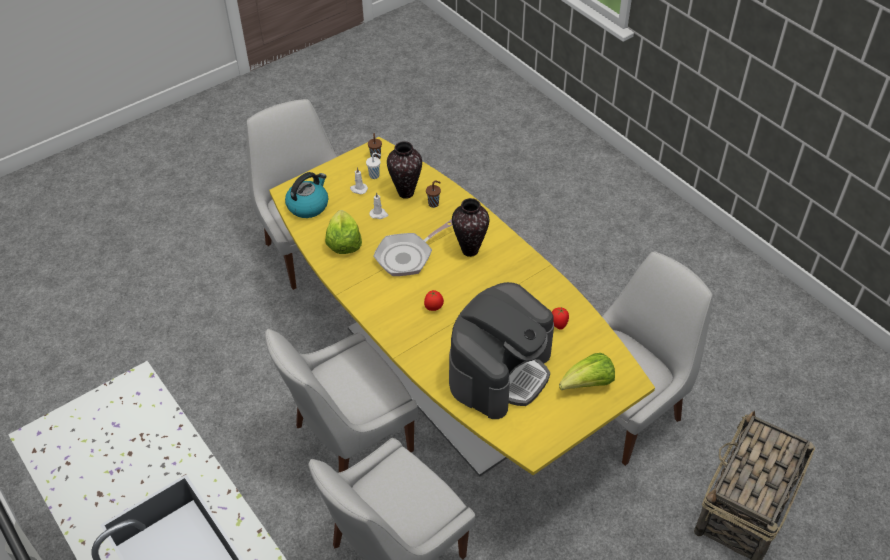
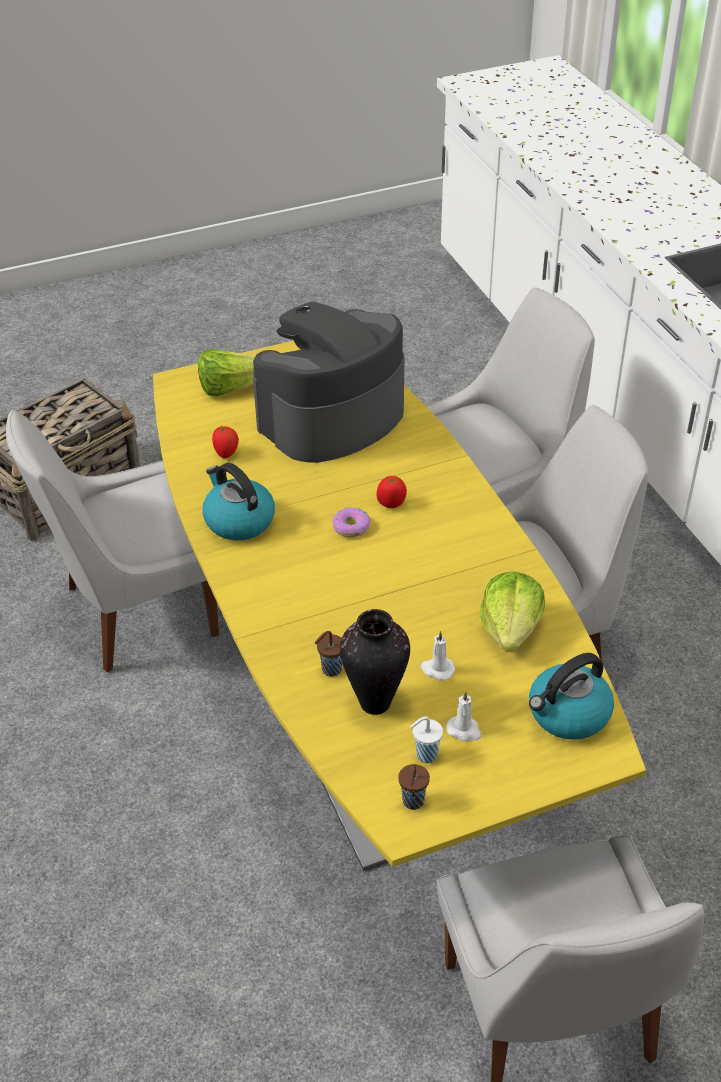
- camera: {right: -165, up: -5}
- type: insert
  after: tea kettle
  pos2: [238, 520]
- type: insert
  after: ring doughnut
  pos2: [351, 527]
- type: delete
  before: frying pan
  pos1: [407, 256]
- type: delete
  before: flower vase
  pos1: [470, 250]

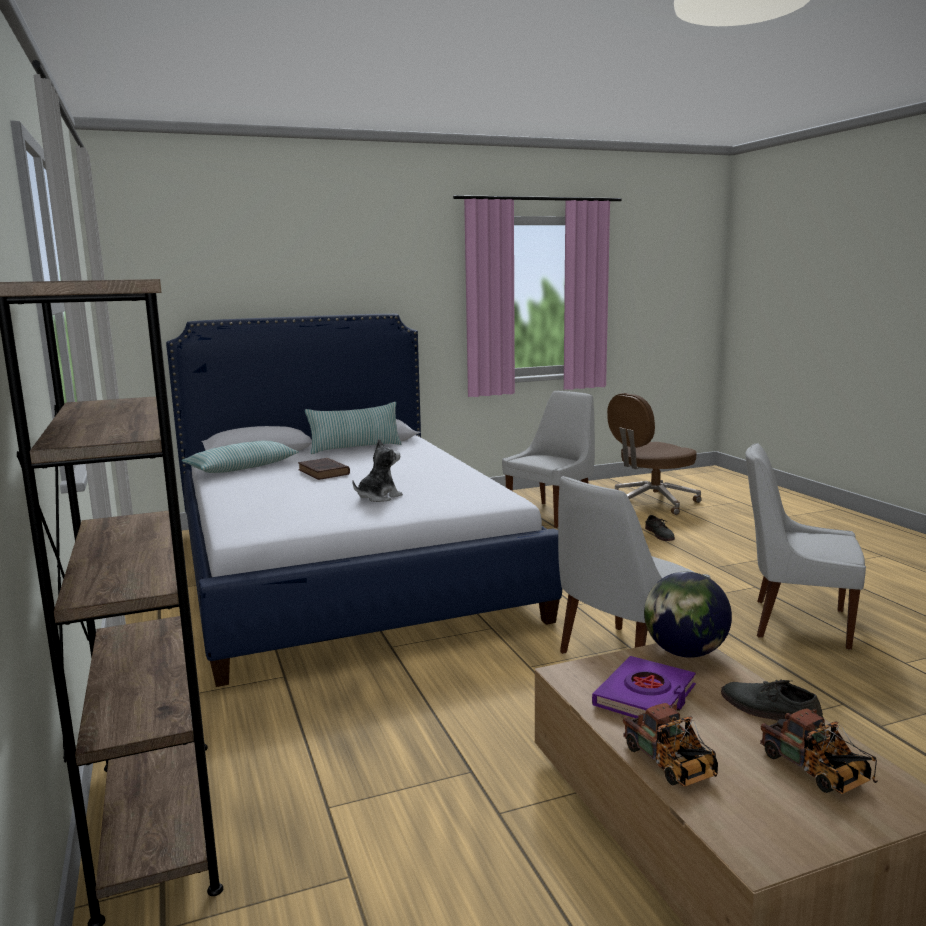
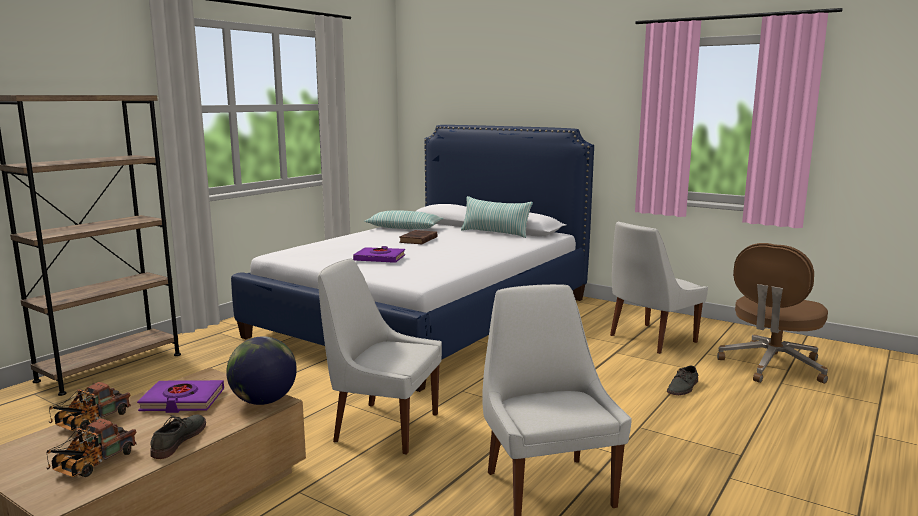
- camera: {right: 55, up: 0}
- type: replace
  before: soft toy
  after: purple bound book
  pos1: [378, 497]
  pos2: [380, 259]
- type: rotate
  before: white upright chair
  pos1: [552, 514]
  pos2: [650, 339]
  turn: 135
- type: rotate
  before: brown computer chair
  pos1: [652, 502]
  pos2: [772, 366]
  turn: -75

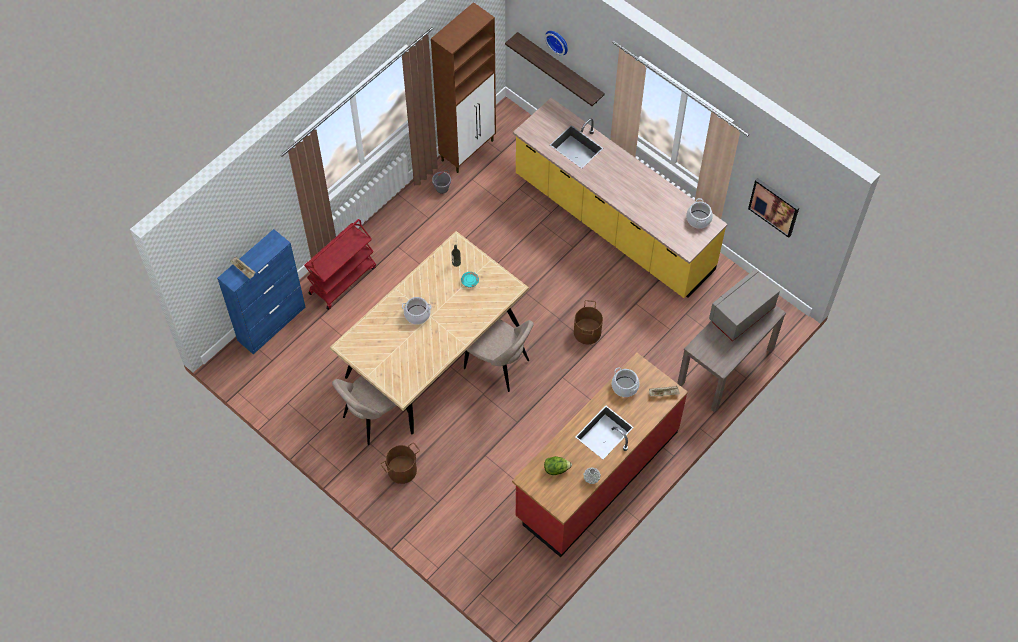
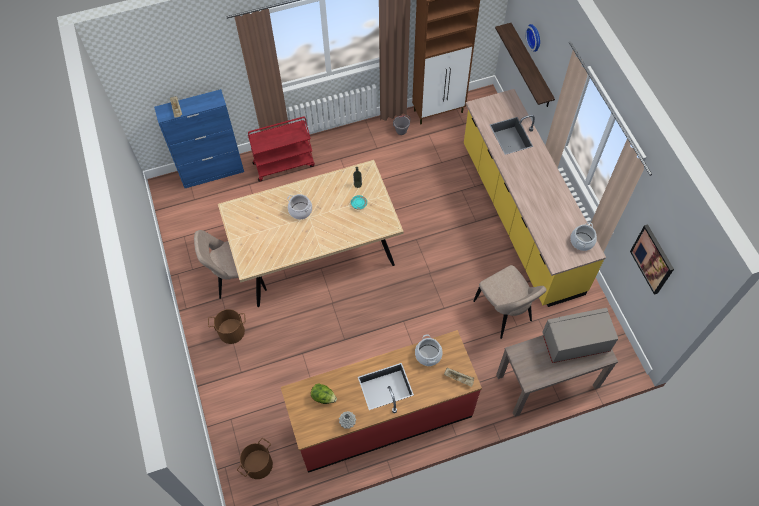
- camera: {right: 30, up: 0}
- type: move
  before: brown pail
  pos1: [587, 332]
  pos2: [258, 464]
- type: move
  before: beige upright chair
  pos1: [499, 366]
  pos2: [504, 313]

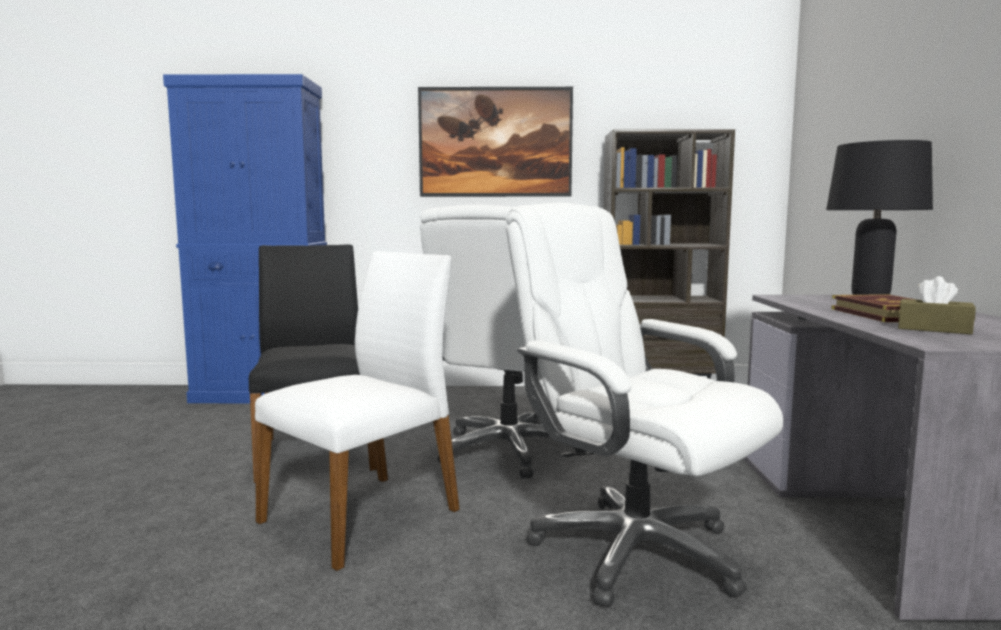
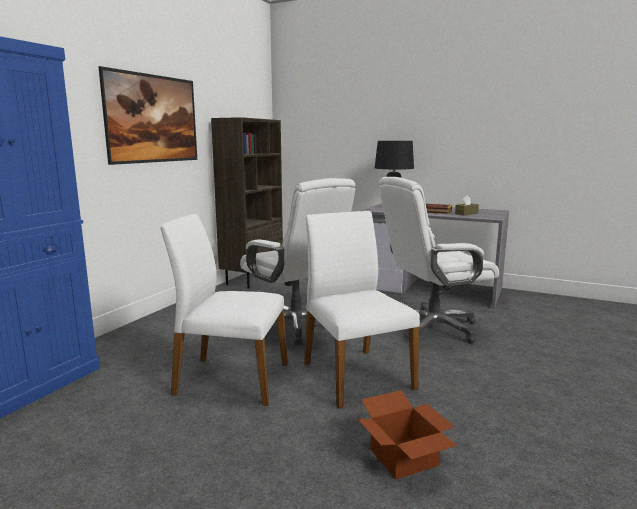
- camera: {right: -65, up: 5}
- type: recolor
  before: blackish upright chair
  after: white upright chair
  pos1: [315, 452]
  pos2: [230, 379]
- type: insert
  after: packing box
  pos2: [403, 459]

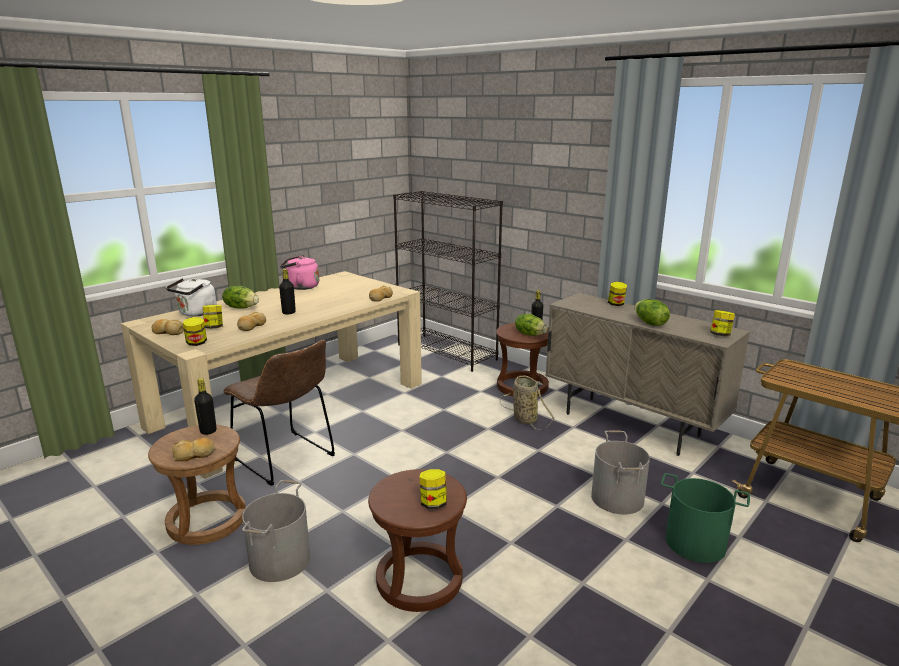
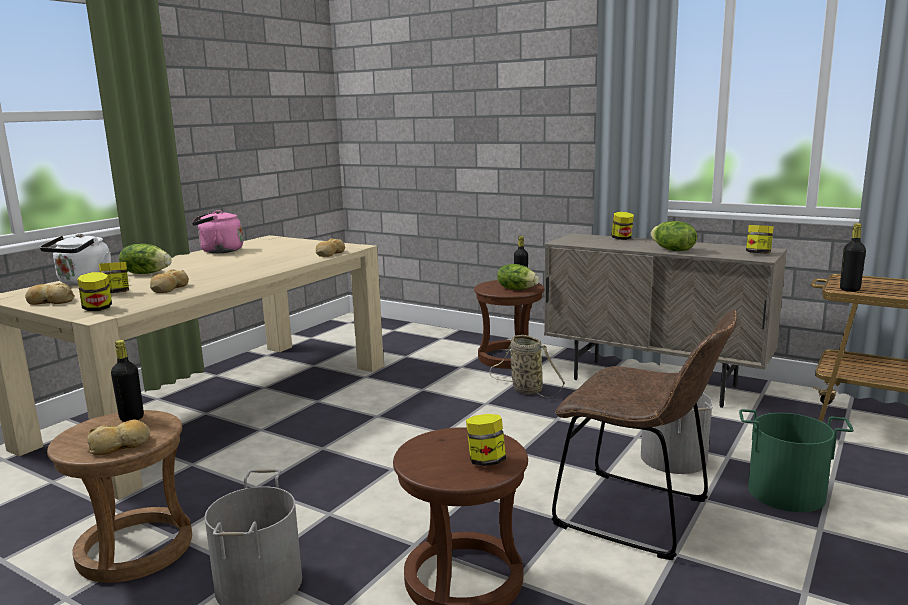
- camera: {right: -10, up: -5}
- type: move
  before: brown upright chair
  pos1: [286, 459]
  pos2: [640, 516]
- type: move
  before: blackish bottle
  pos1: [289, 312]
  pos2: [849, 289]
- type: delete
  before: blackish bookshelf
  pos1: [447, 352]

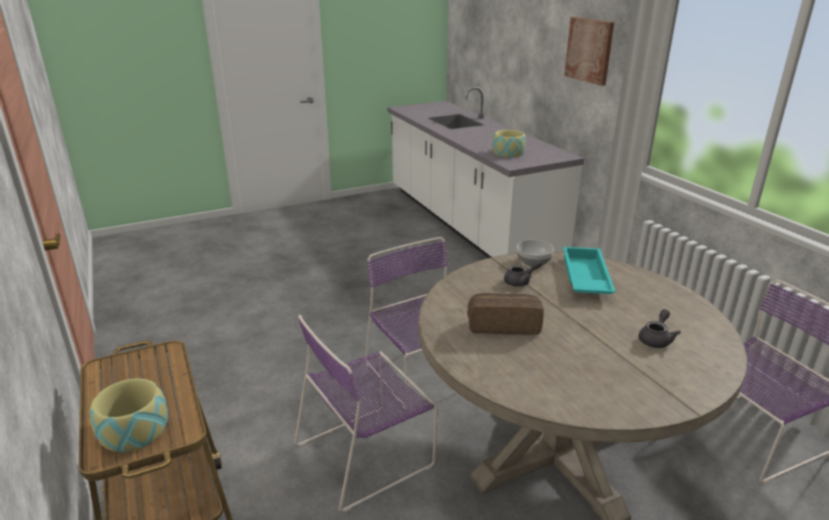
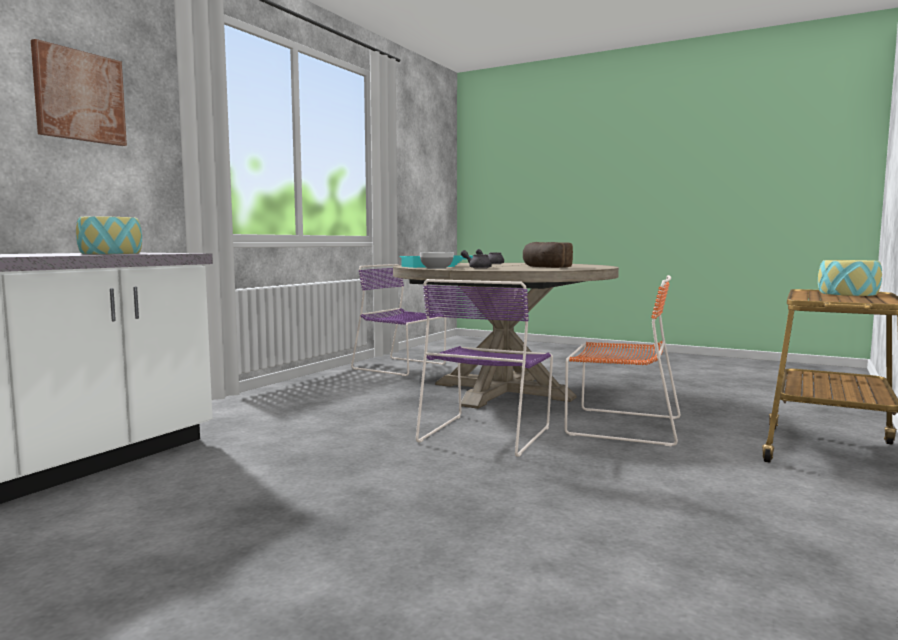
- camera: {right: -125, up: -20}
- type: recolor
  before: purple upright chair
  after: orangey upright chair
  pos1: [368, 453]
  pos2: [619, 425]

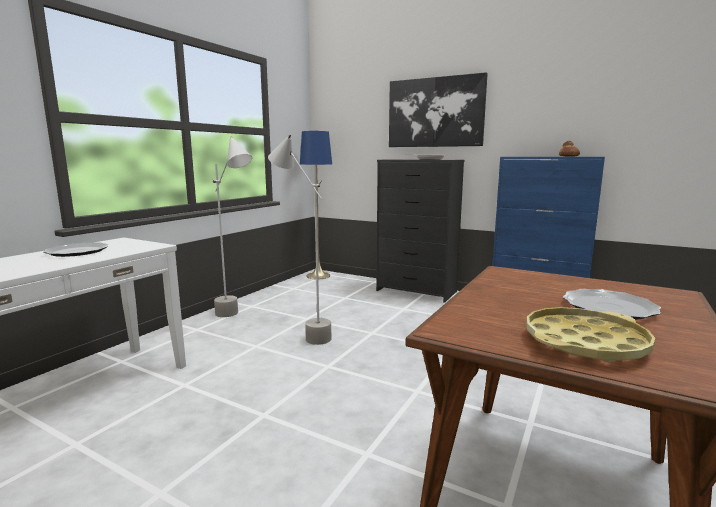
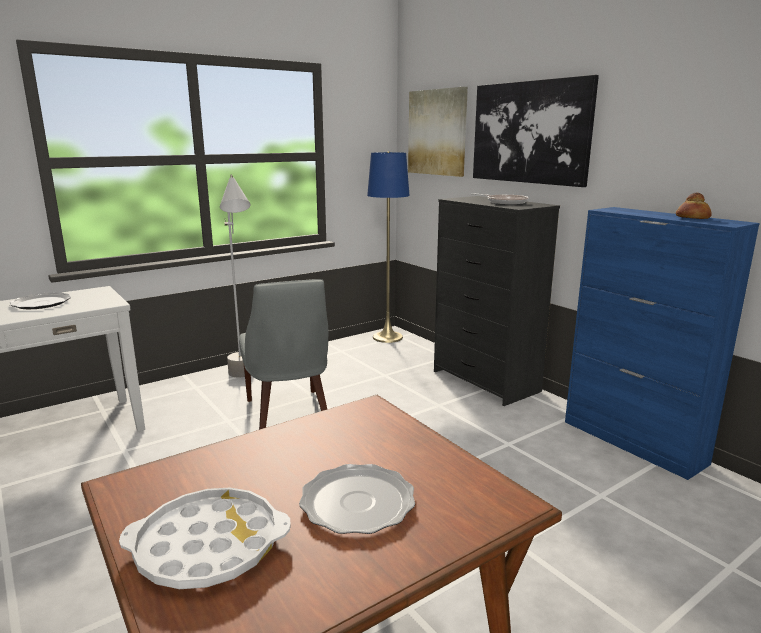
- camera: {right: 25, up: 5}
- type: recolor
  before: yellowish carrying tray
  after: white carrying tray
  pos1: [584, 343]
  pos2: [208, 546]
- type: replace
  before: grey standing lamp
  after: grey upright chair
  pos1: [303, 333]
  pos2: [288, 415]
- type: insert
  after: picture
  pos2: [437, 132]

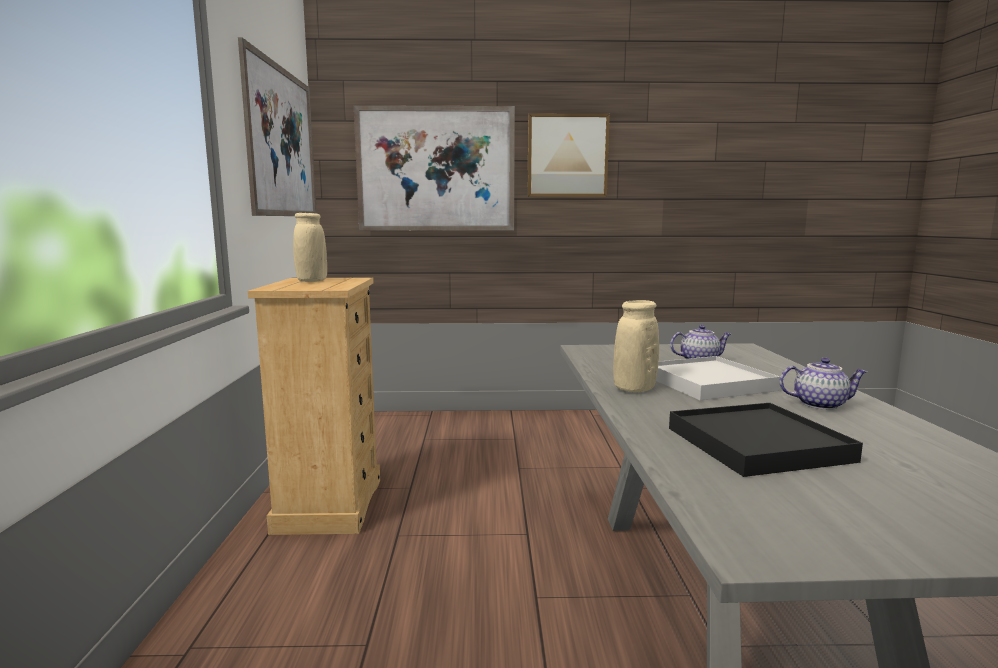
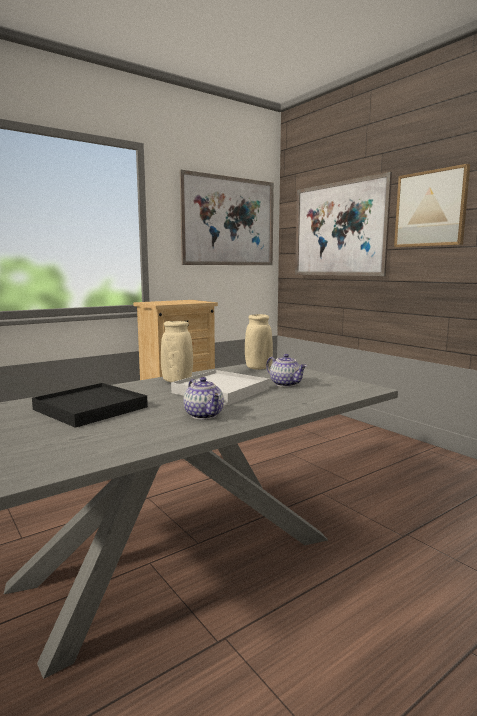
- camera: {right: 55, up: 0}
- type: move
  before: beige flower vase
  pos1: [312, 281]
  pos2: [258, 368]

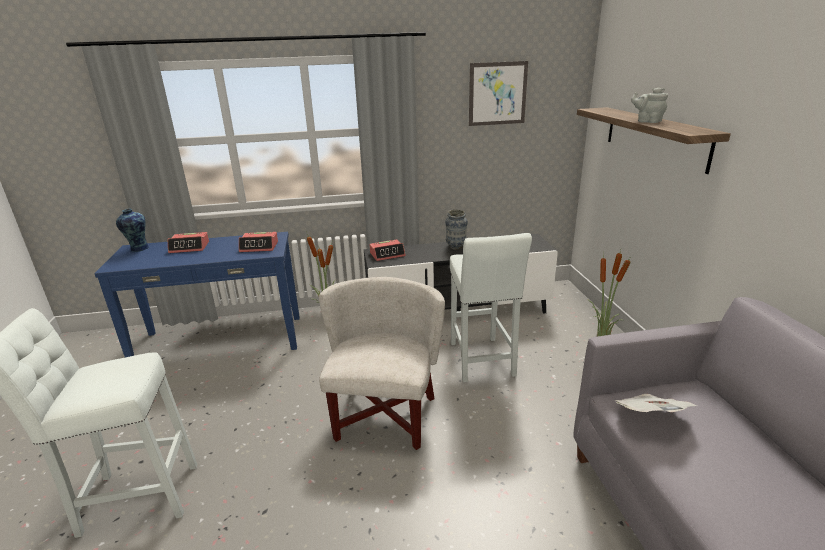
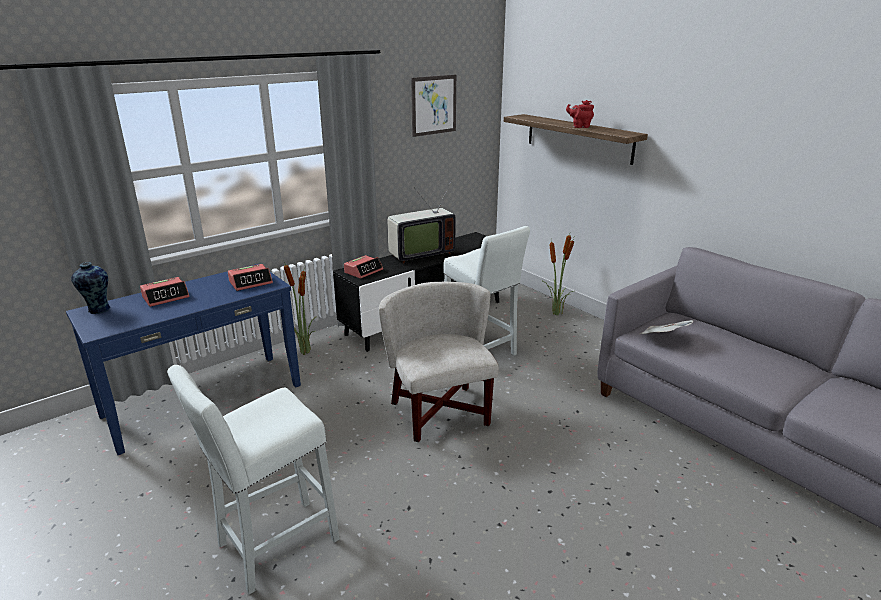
- camera: {right: -30, up: 0}
- type: replace
  before: flower vase
  after: TV
  pos1: [456, 247]
  pos2: [419, 254]
- type: recolor
  before: grey pot for tea
  after: reddish pot for tea
  pos1: [647, 121]
  pos2: [579, 127]

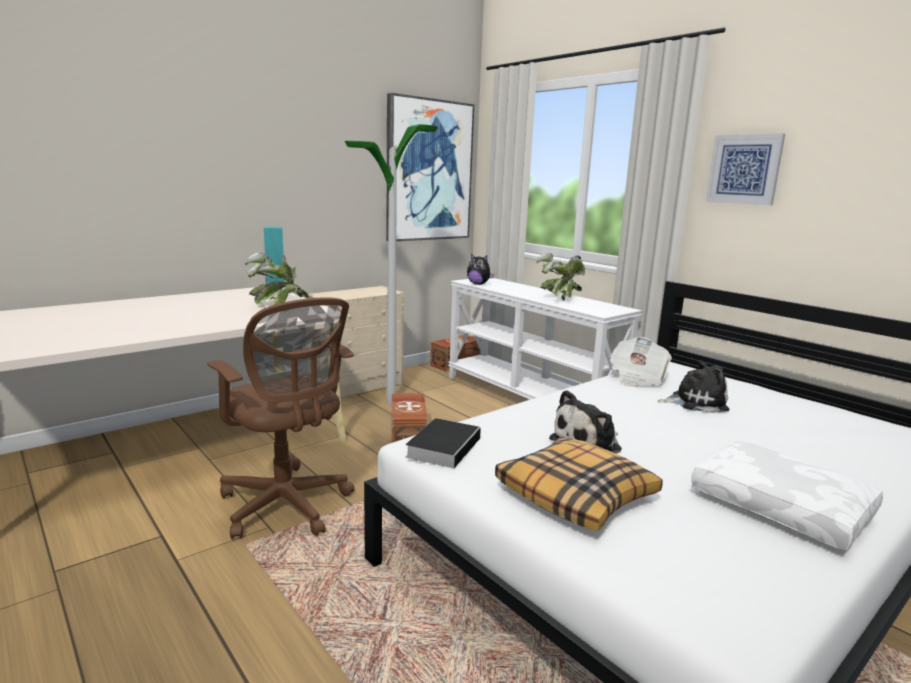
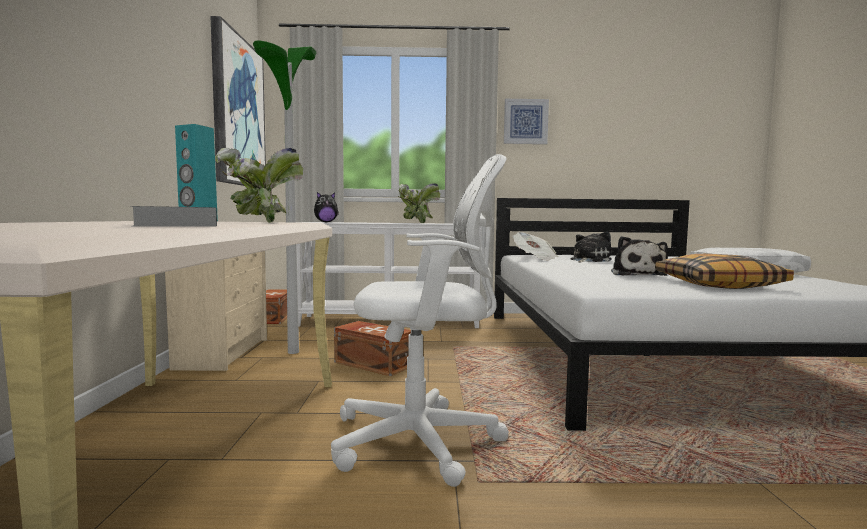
- camera: {right: -50, up: -10}
- type: move
  before: bound book
  pos1: [444, 446]
  pos2: [174, 225]
- type: recolor
  before: brown computer chair
  after: white computer chair
  pos1: [287, 506]
  pos2: [423, 441]

